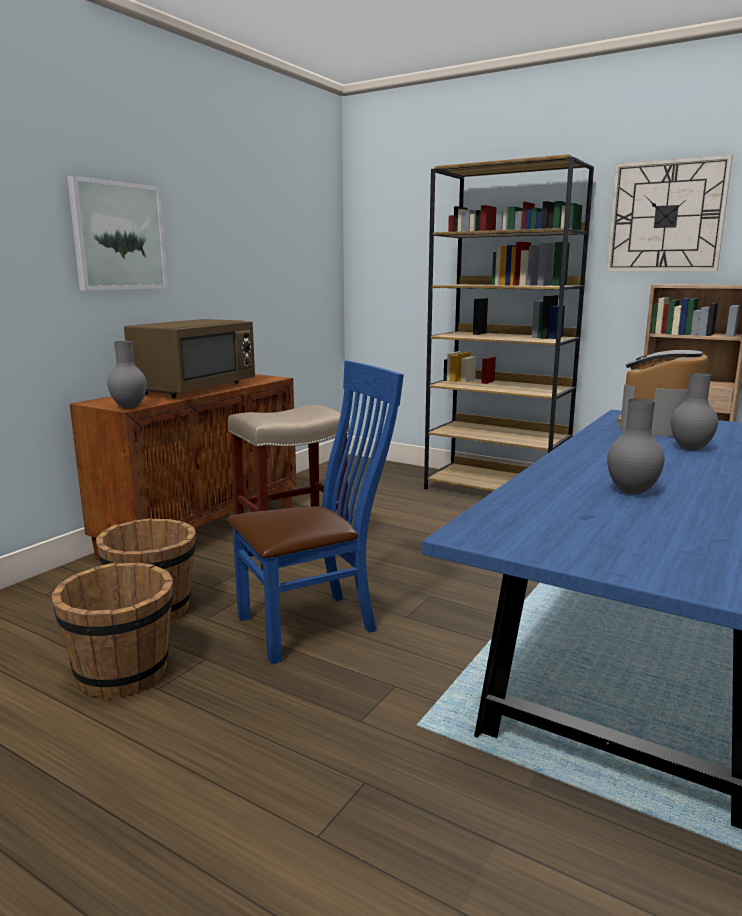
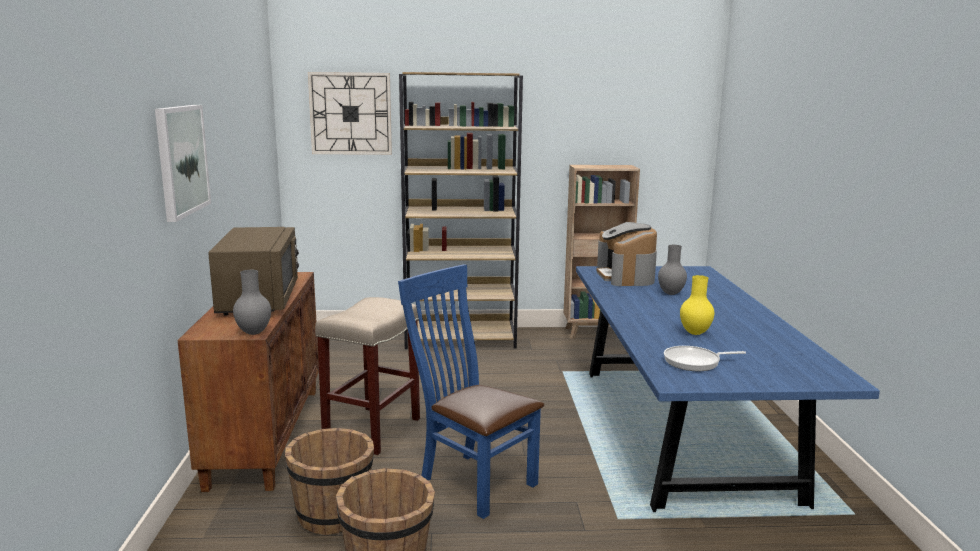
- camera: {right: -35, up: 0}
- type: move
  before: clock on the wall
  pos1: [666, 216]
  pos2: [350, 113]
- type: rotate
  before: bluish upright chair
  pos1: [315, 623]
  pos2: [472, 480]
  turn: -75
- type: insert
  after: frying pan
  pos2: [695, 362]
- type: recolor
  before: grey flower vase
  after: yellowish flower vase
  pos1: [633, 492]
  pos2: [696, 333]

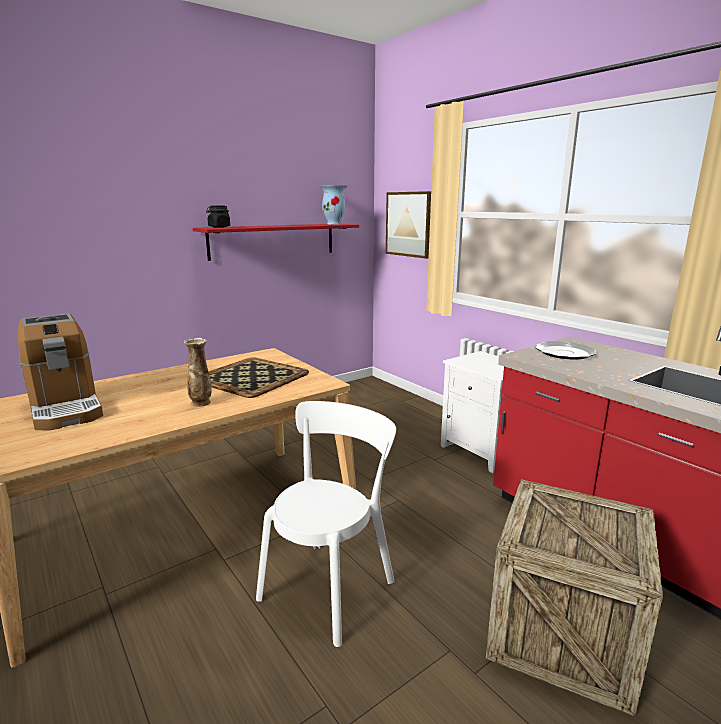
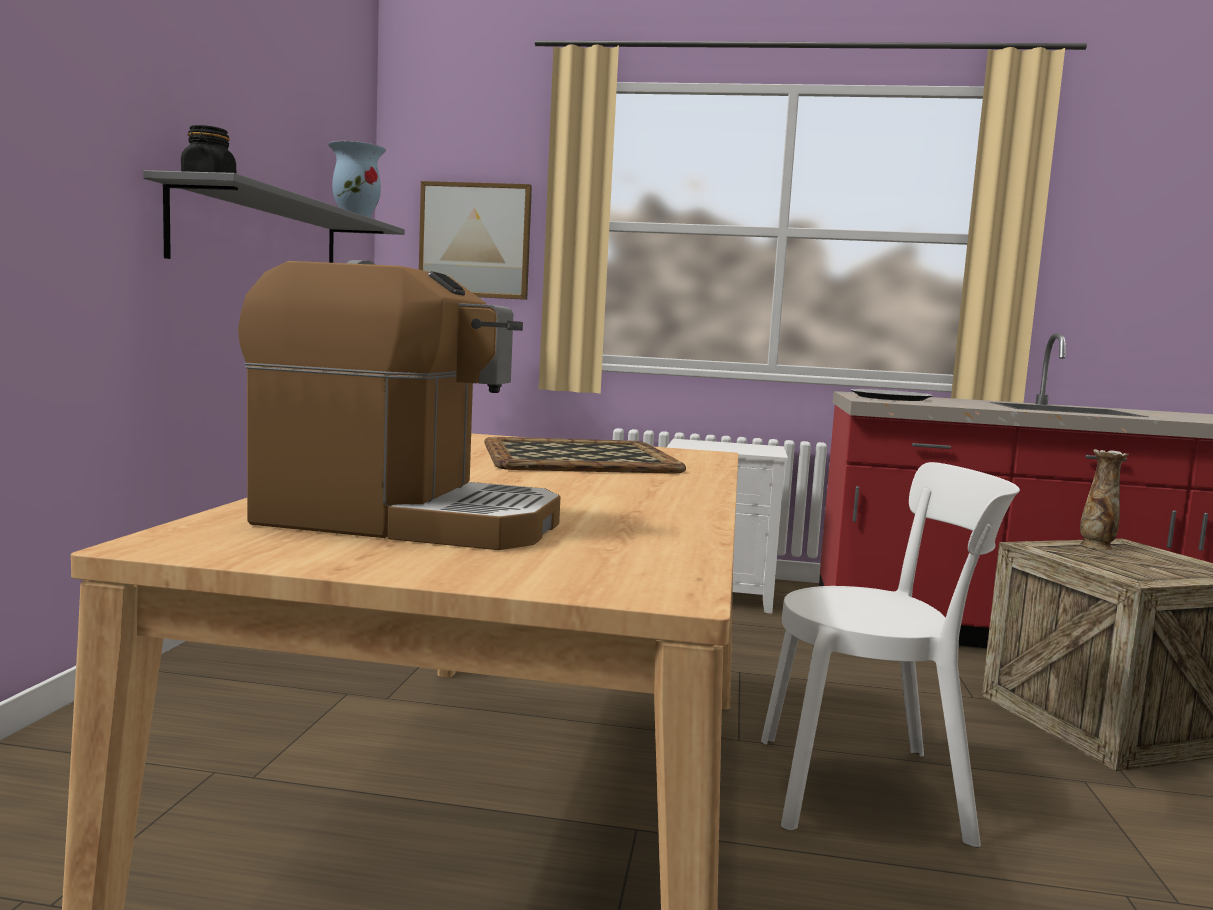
- camera: {right: -45, up: -10}
- type: recolor
  before: reddish shelf
  after: grey shelf
  pos1: [273, 241]
  pos2: [261, 238]
- type: rotate
  before: white upright chair
  pos1: [330, 585]
  pos2: [872, 788]
  turn: 105
- type: move
  before: flower vase
  pos1: [201, 403]
  pos2: [1097, 546]

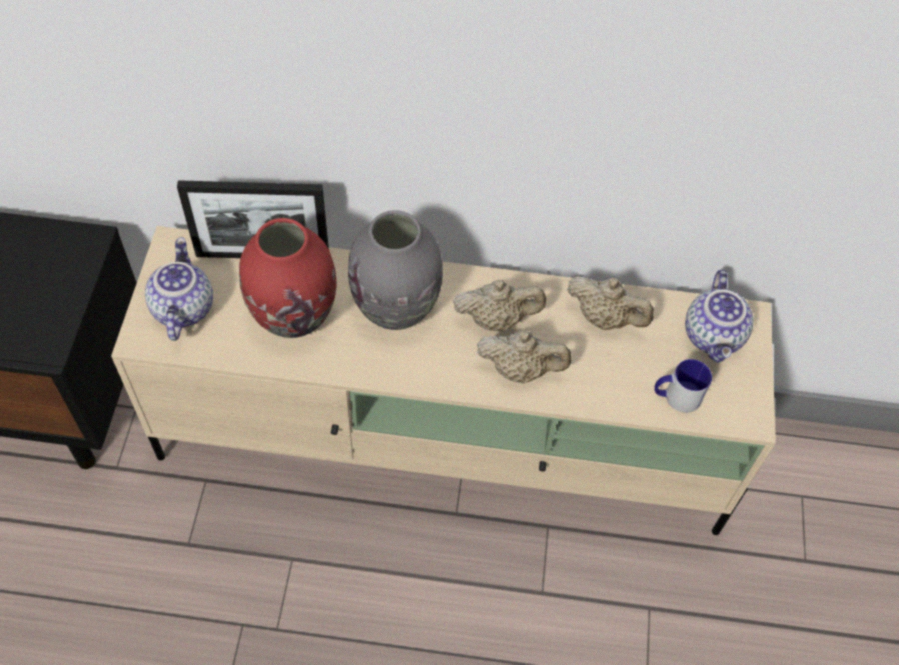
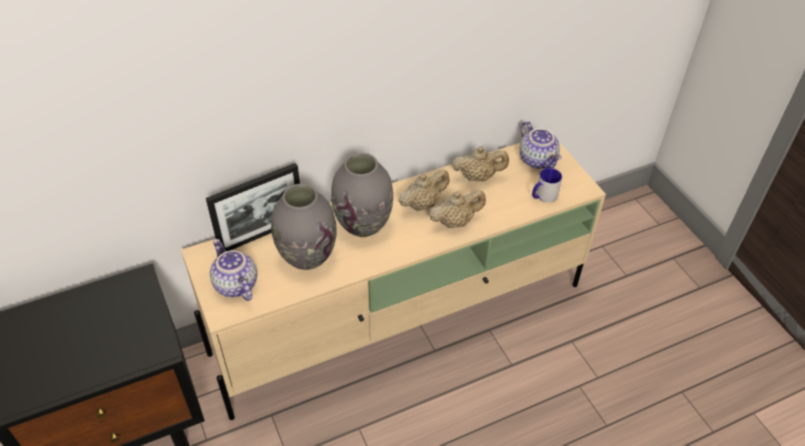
- camera: {right: -30, up: -10}
- type: recolor
  before: reddish flower vase
  after: grey flower vase
  pos1: [294, 315]
  pos2: [307, 256]

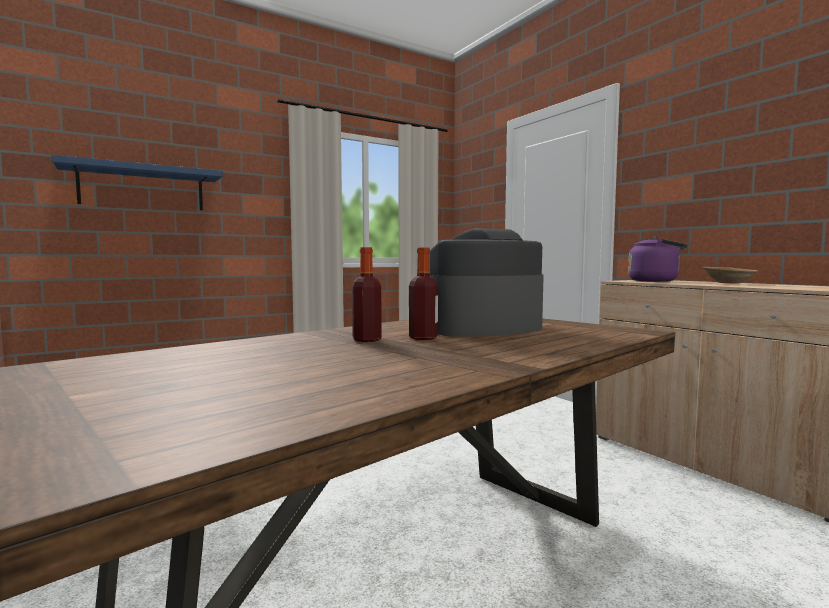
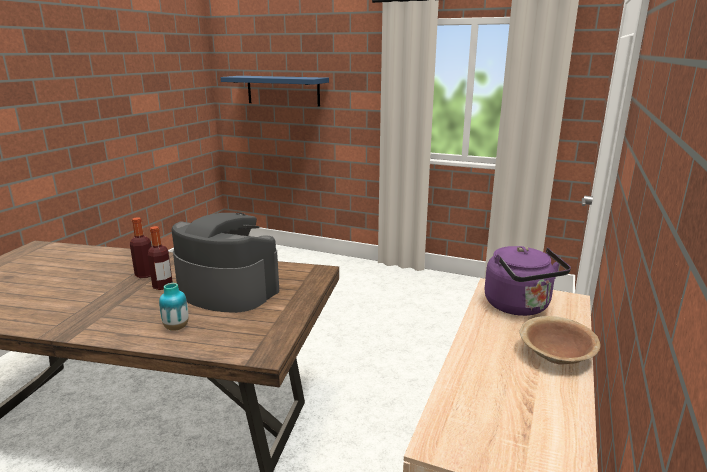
- camera: {right: 55, up: 15}
- type: insert
  after: flower vase
  pos2: [176, 327]

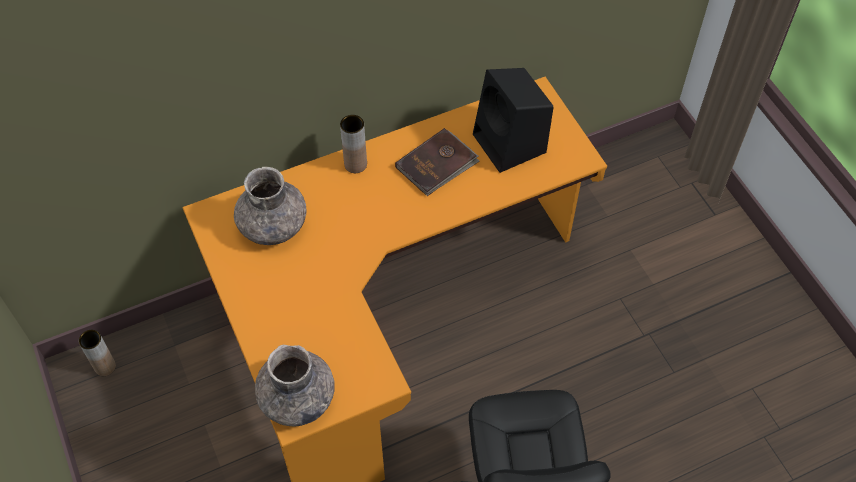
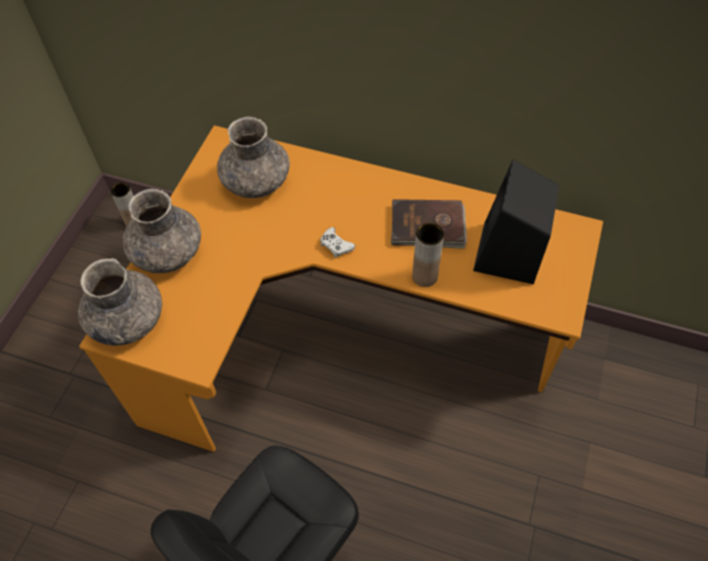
- camera: {right: 45, up: 0}
- type: insert
  after: grey flower vase
  pos2: [168, 253]
- type: insert
  after: white joypad
  pos2: [336, 245]
- type: move
  before: brown flower vase
  pos1: [355, 164]
  pos2: [424, 276]

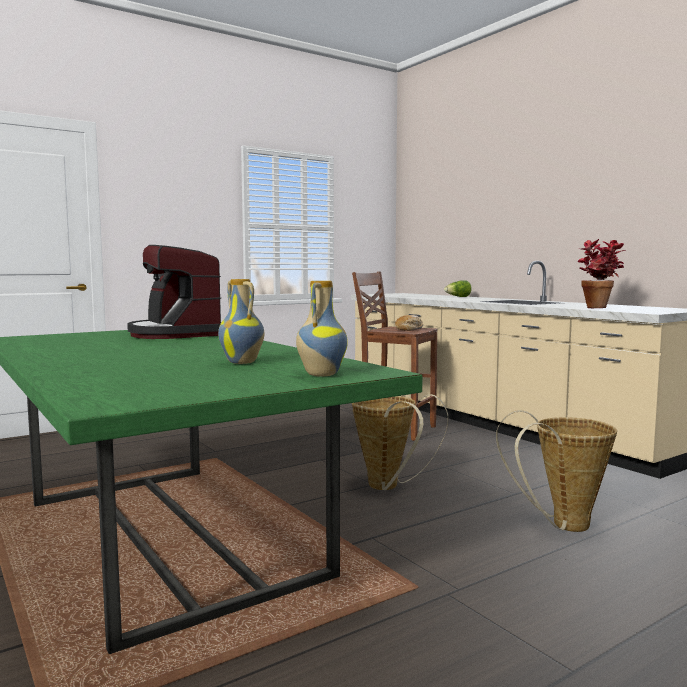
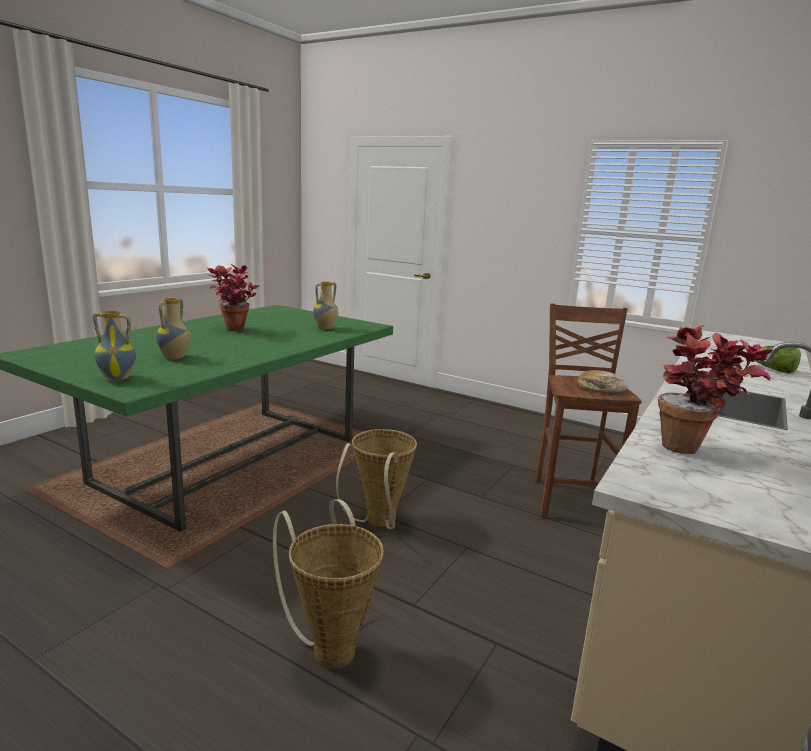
- camera: {right: 65, up: 10}
- type: insert
  after: houseplant
  pos2: [234, 331]
- type: replace
  before: coffee brewer
  after: flower vase
  pos1: [175, 334]
  pos2: [325, 328]

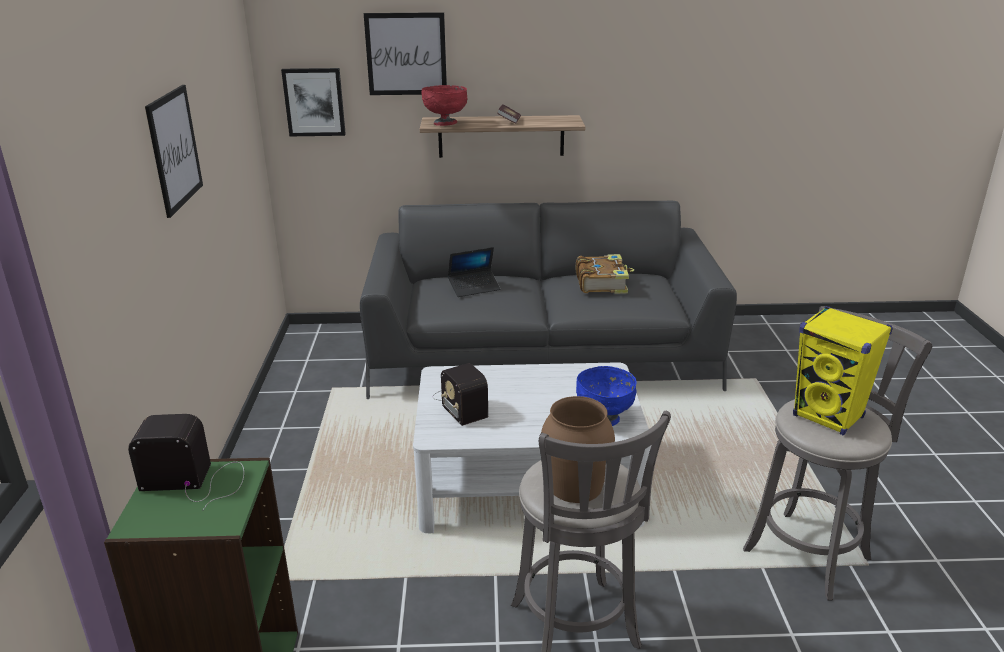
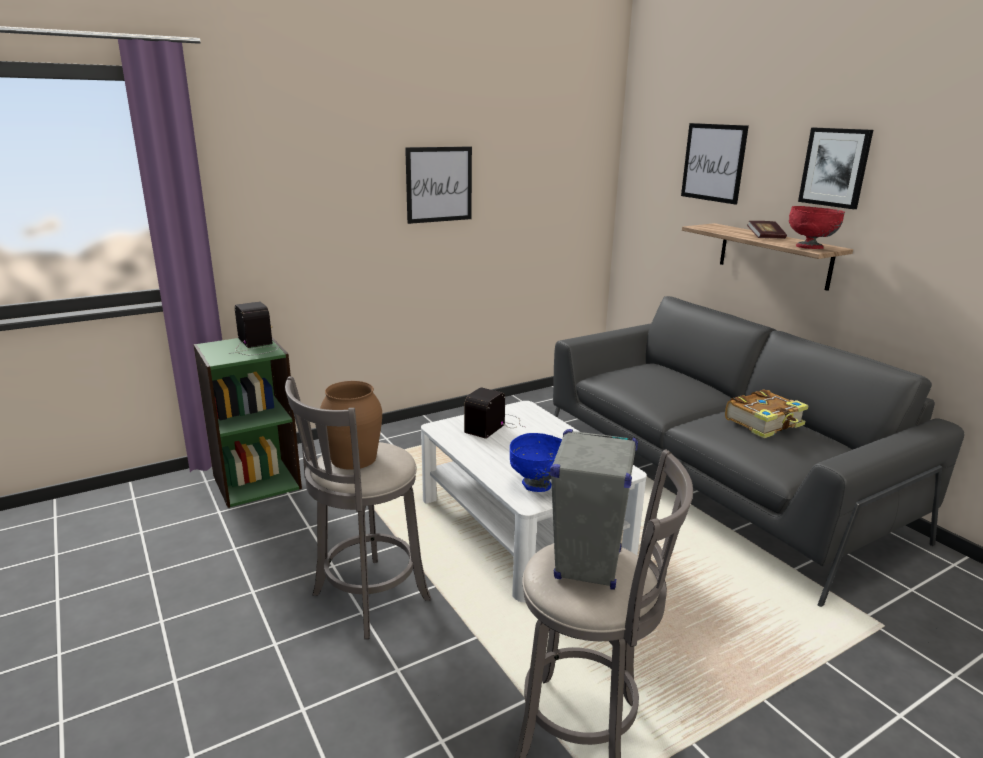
- camera: {right: 60, up: -5}
- type: recolor
  before: yellowish loudspeaker
  after: grey loudspeaker
  pos1: [828, 417]
  pos2: [588, 565]
- type: move
  before: reddish serving bowl
  pos1: [446, 124]
  pos2: [810, 248]
- type: move
  before: picture
  pos1: [314, 102]
  pos2: [835, 167]
- type: delete
  before: notebook computer
  pos1: [474, 288]

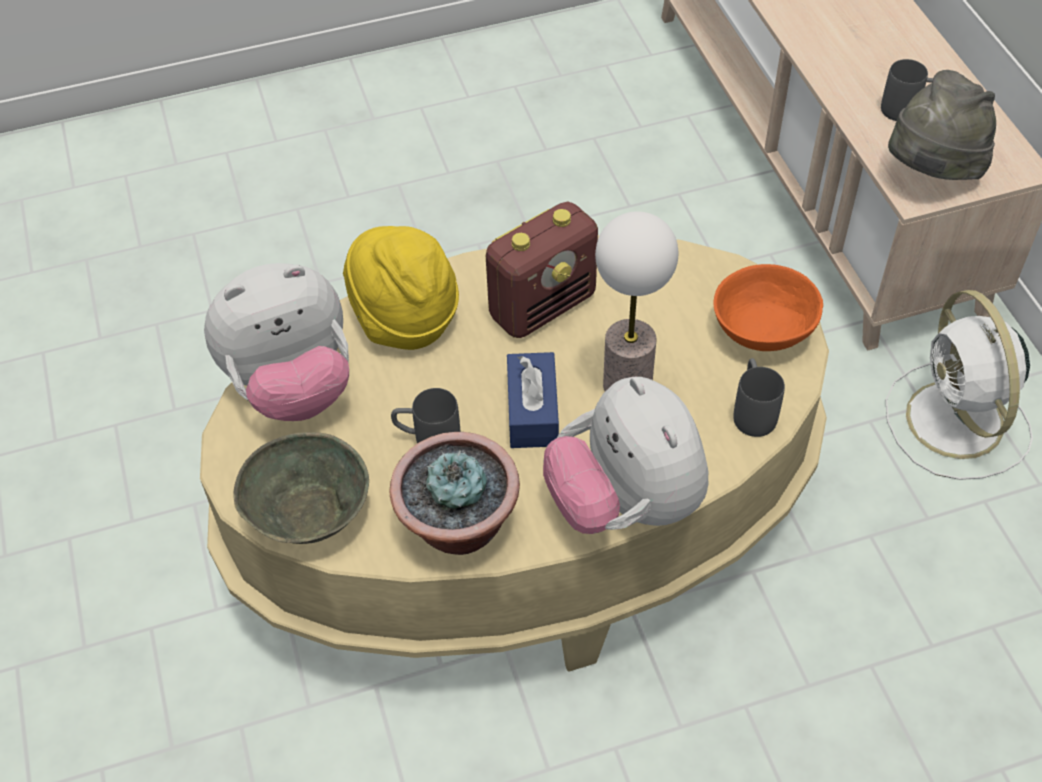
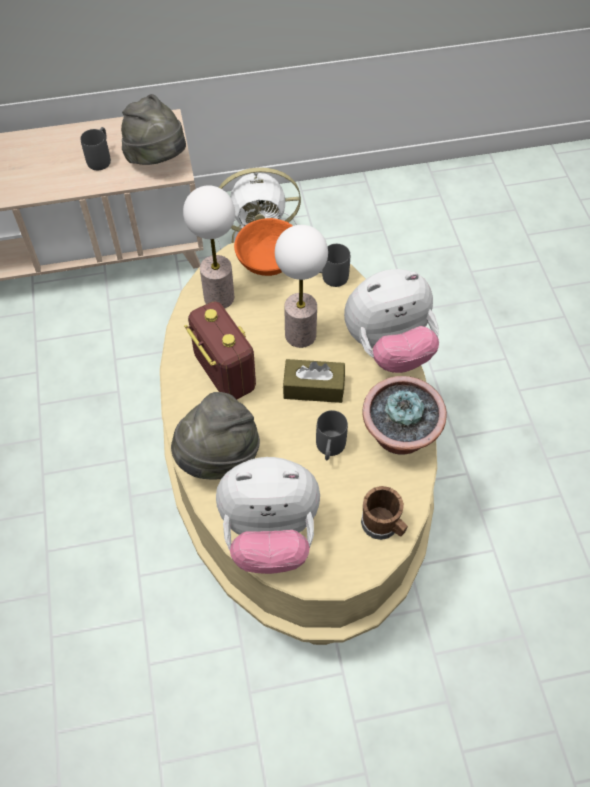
- camera: {right: -85, up: 5}
- type: recolor
  before: yellowish wearable hat
  after: grey wearable hat
  pos1: [404, 318]
  pos2: [218, 457]
- type: insert
  after: table lamp
  pos2: [219, 297]
- type: rotate
  before: soft toy
  pos1: [292, 386]
  pos2: [269, 534]
  turn: 105
- type: recolor
  before: bluish box of tissues
  after: brown box of tissues
  pos1: [532, 411]
  pos2: [313, 388]
- type: replace
  before: grey serving bowl
  after: brown mug
  pos1: [308, 514]
  pos2: [383, 525]

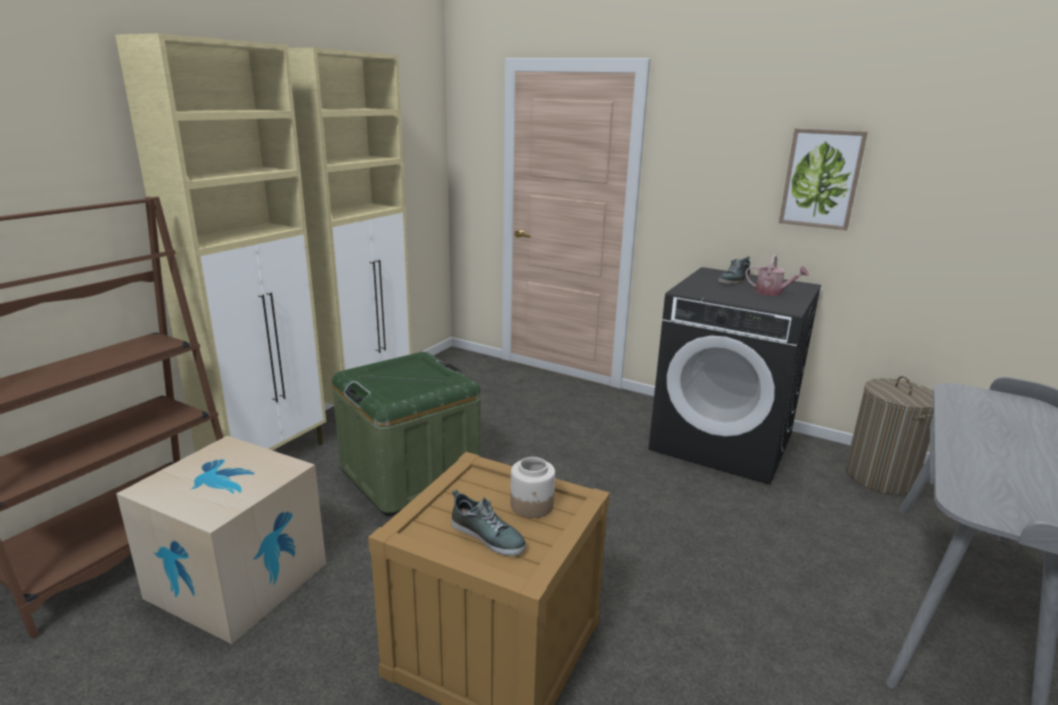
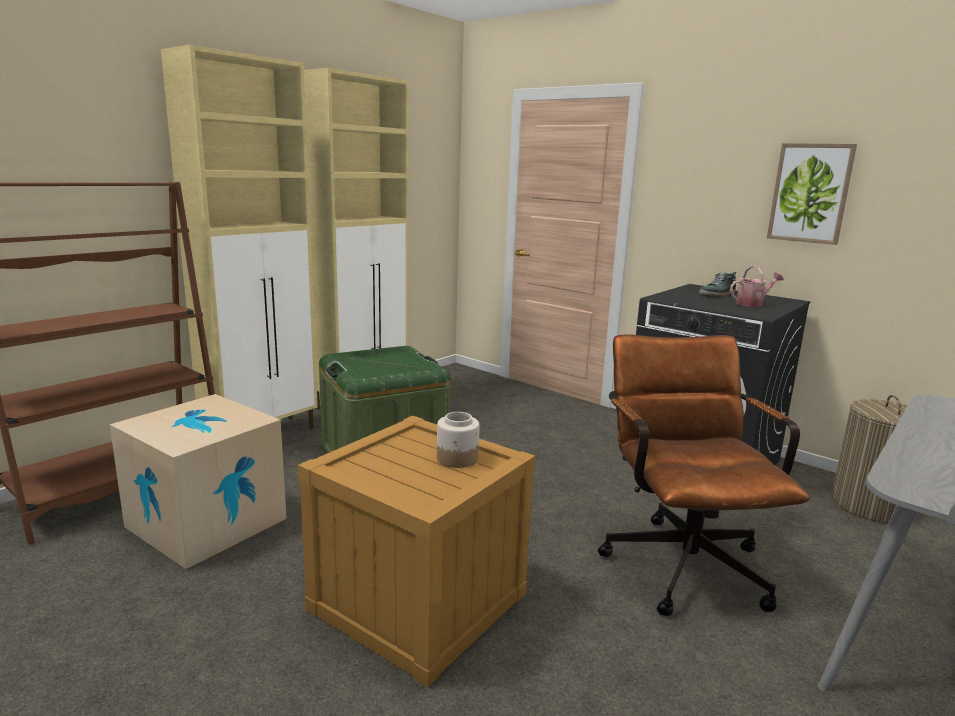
- camera: {right: 10, up: -5}
- type: insert
  after: brown computer chair
  pos2: [681, 558]
- type: rotate
  before: sprinkling can
  pos1: [772, 292]
  pos2: [752, 303]
  turn: -60
- type: delete
  before: low shoe
  pos1: [488, 536]

